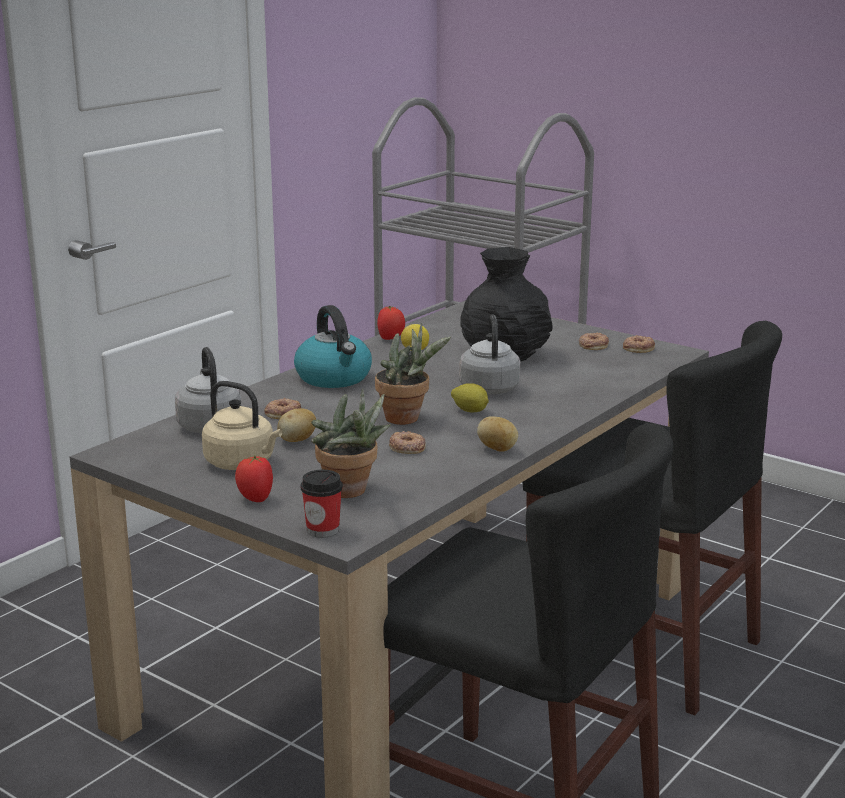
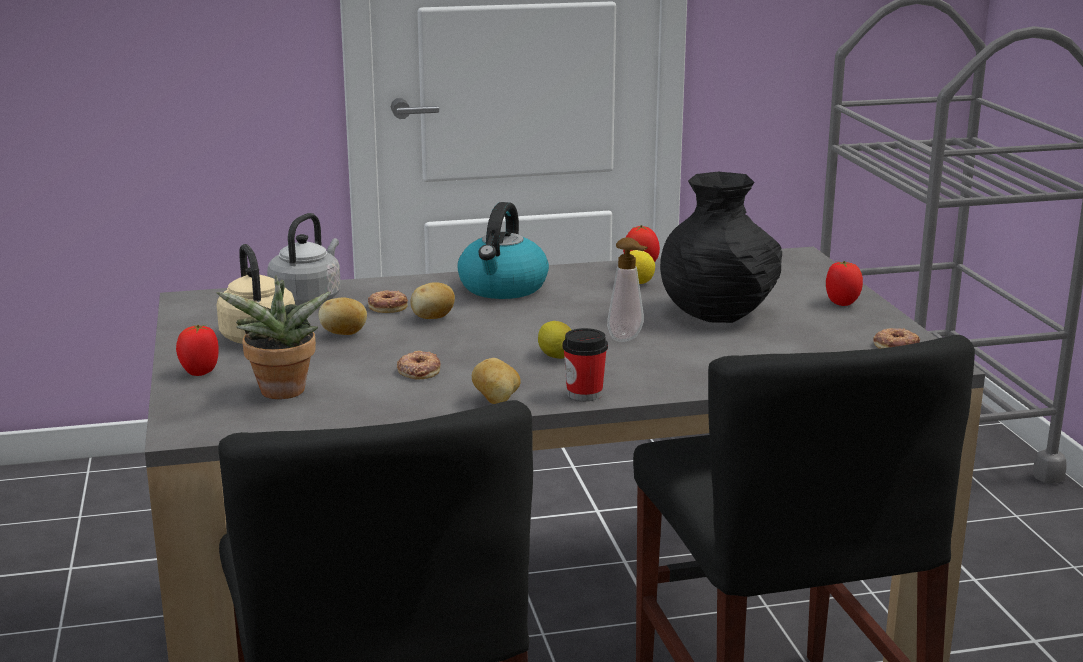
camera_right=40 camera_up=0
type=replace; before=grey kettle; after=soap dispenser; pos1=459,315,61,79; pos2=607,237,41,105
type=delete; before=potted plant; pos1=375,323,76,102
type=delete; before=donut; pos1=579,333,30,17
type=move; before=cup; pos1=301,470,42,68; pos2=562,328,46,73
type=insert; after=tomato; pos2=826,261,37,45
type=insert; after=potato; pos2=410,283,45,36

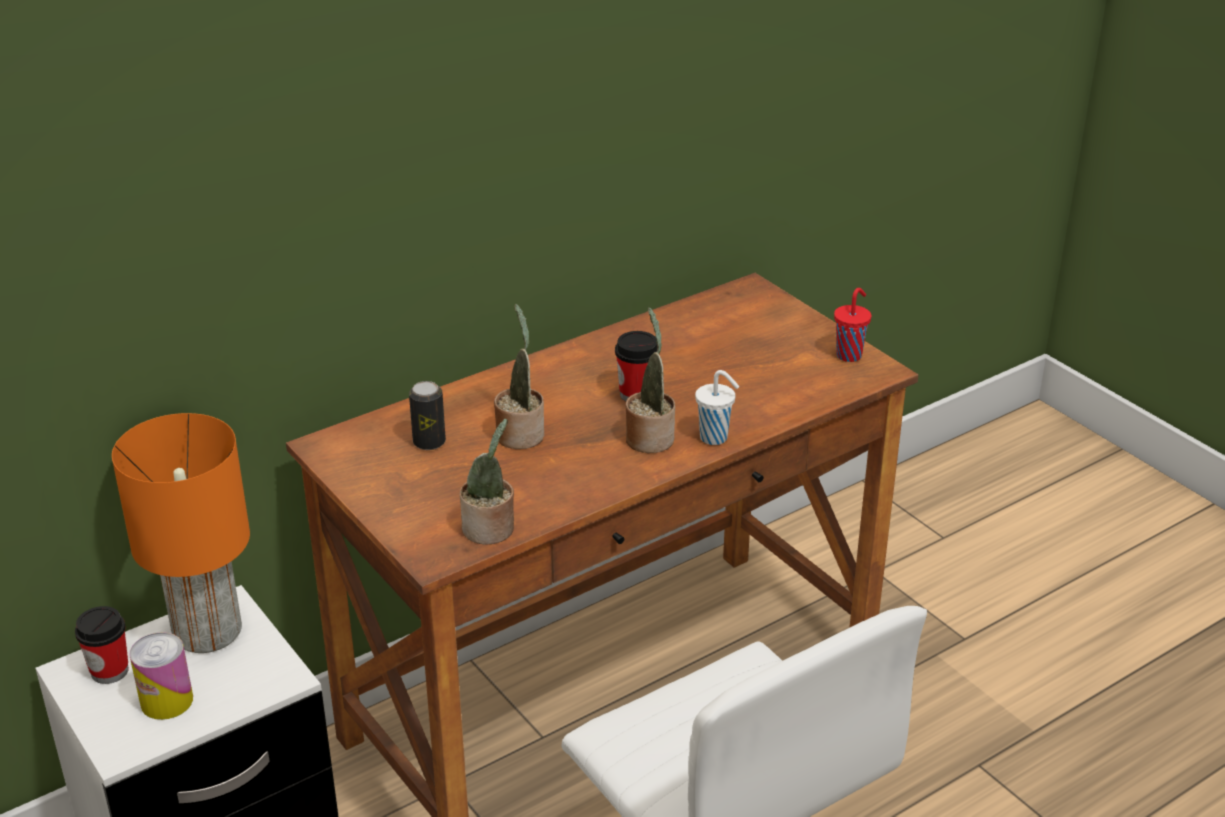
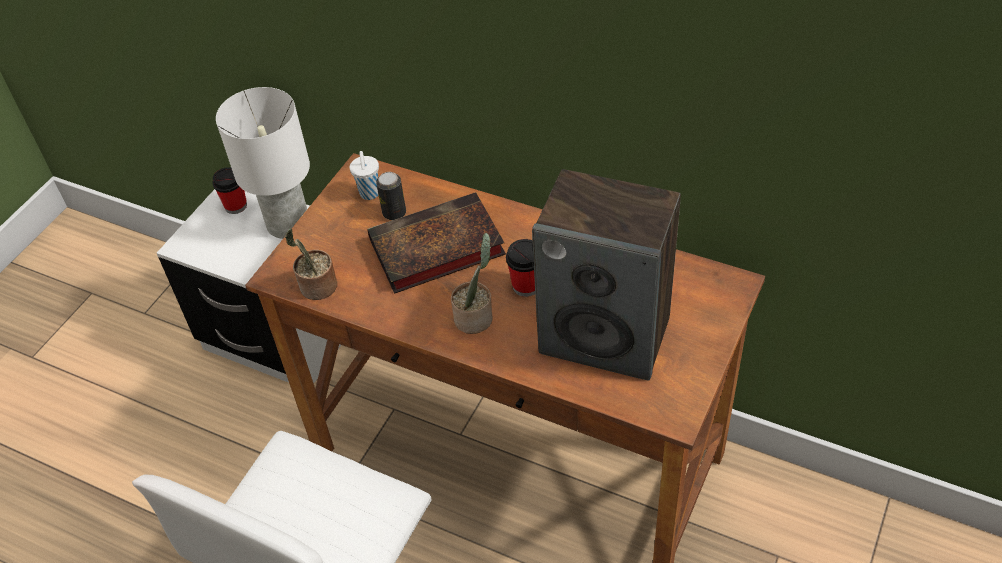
camera_right=65 camera_up=15
type=delete; before=red cup; pos1=834,288,37,74
type=replace; before=potted plant; after=book; pos1=494,304,50,145; pos2=367,192,139,102
type=move; before=white cup; pos1=695,370,44,75; pos2=350,151,29,49
type=recolor; before=orange table lamp; after=white table lamp; pos1=112,413,138,240; pos2=216,87,94,152
type=delete; before=can; pos1=129,632,64,88
type=insert; after=speaker; pos2=532,169,149,211

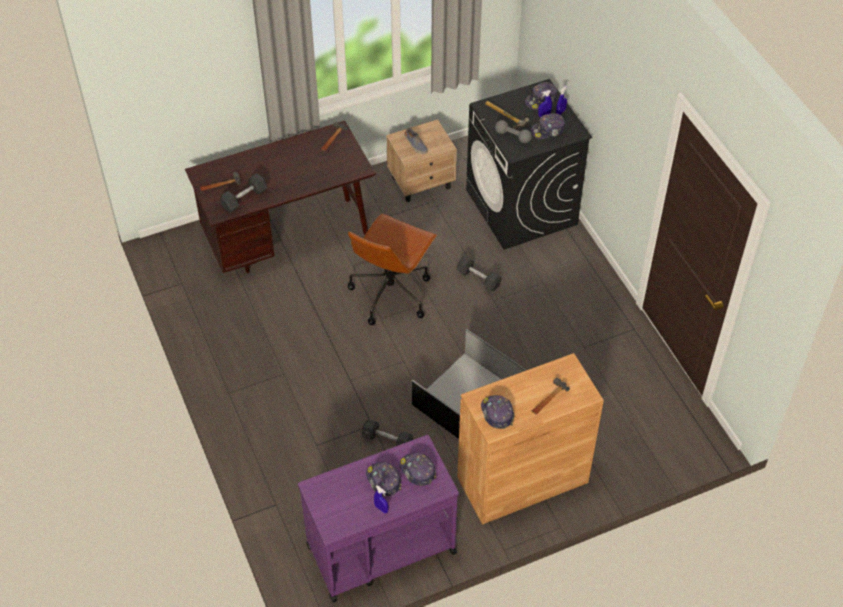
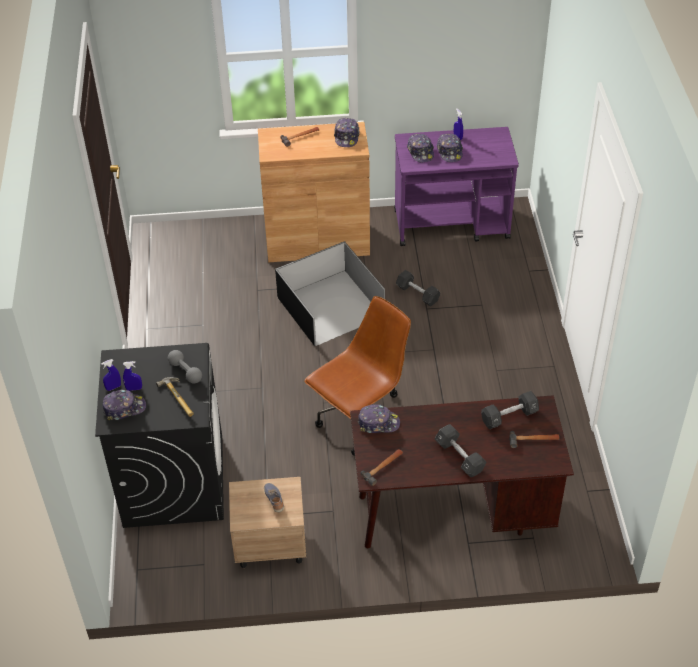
camera_right=-160 camera_up=-5
type=move; before=cap; pos1=531,113,34,26; pos2=358,404,42,29
type=move; before=black dumbbell; pos1=457,256,45,36; pos2=435,424,52,53

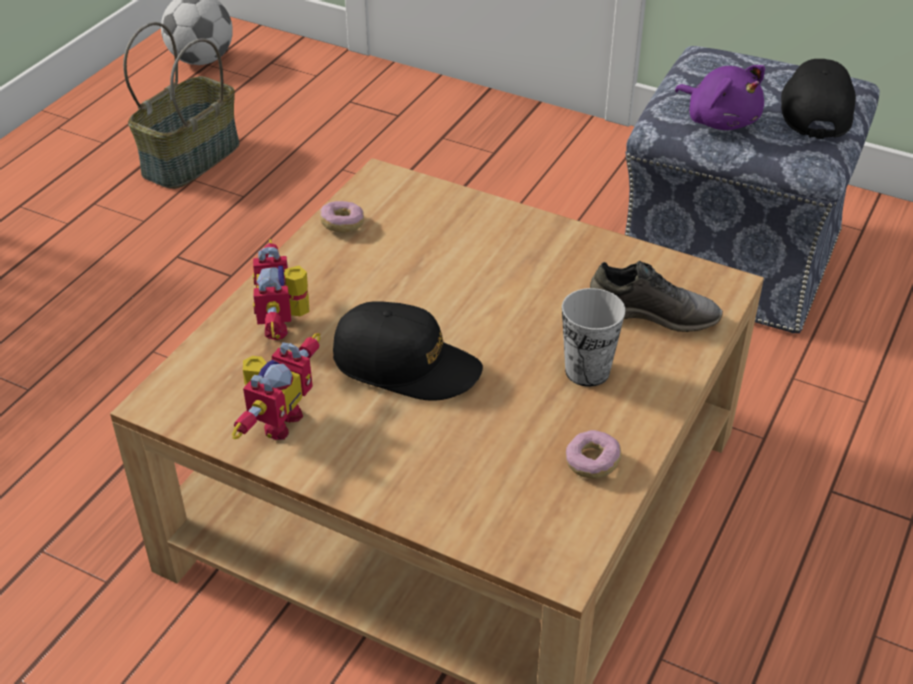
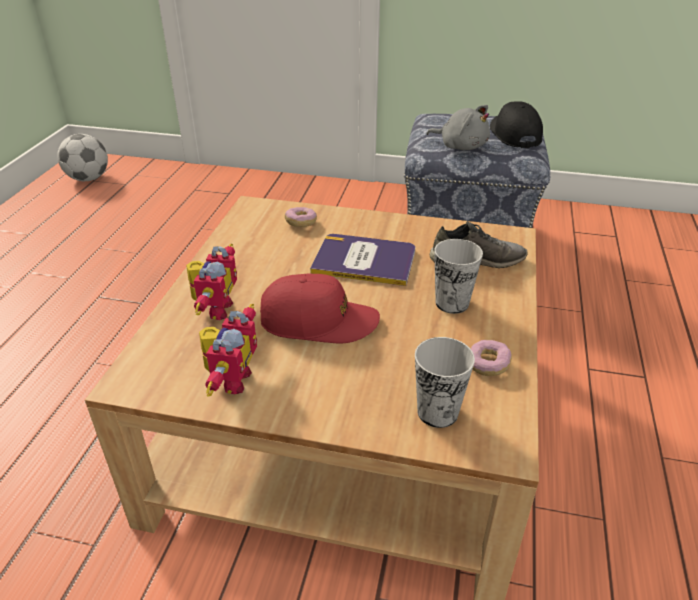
camera_right=-15 camera_up=-5
type=delete; before=basket; pos1=123,22,117,167
type=recolor; before=purple plush toy; after=grey plush toy; pos1=675,65,90,65; pos2=427,105,63,45
type=move; before=donut; pos1=320,201,44,32; pos2=285,207,32,20
type=rotate; before=toy robot; pos1=253,239,56,101; pos2=186,244,51,76; turn=-150
type=recolor; before=black cap; after=red cap; pos1=333,301,150,100; pos2=260,274,120,69
type=insert; after=book; pos2=310,234,105,52
type=insert; after=cup; pos2=415,337,60,91

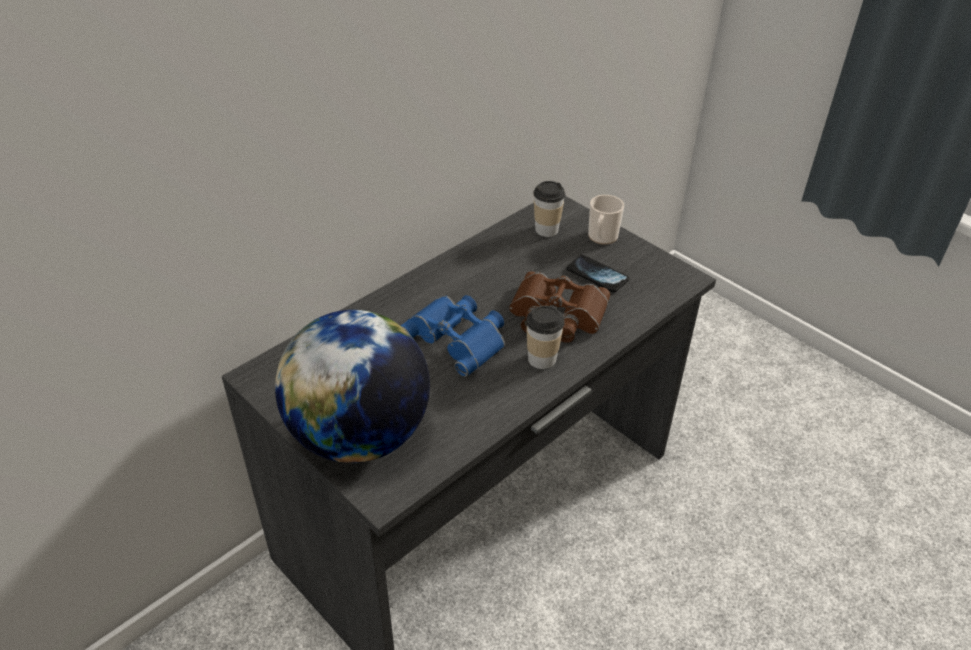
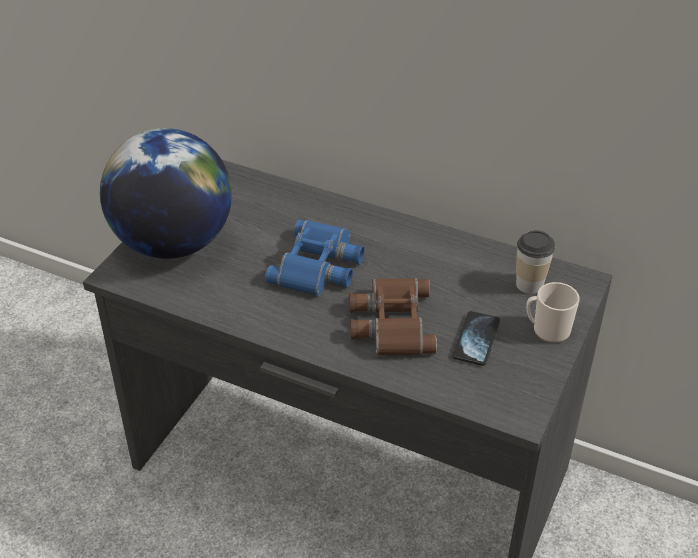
camera_right=70 camera_up=0
type=delete; before=cup; pos1=526,306,39,63

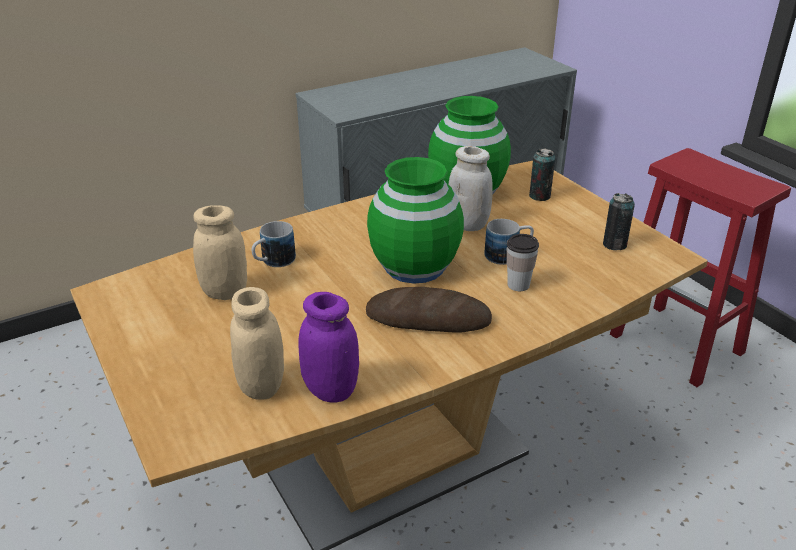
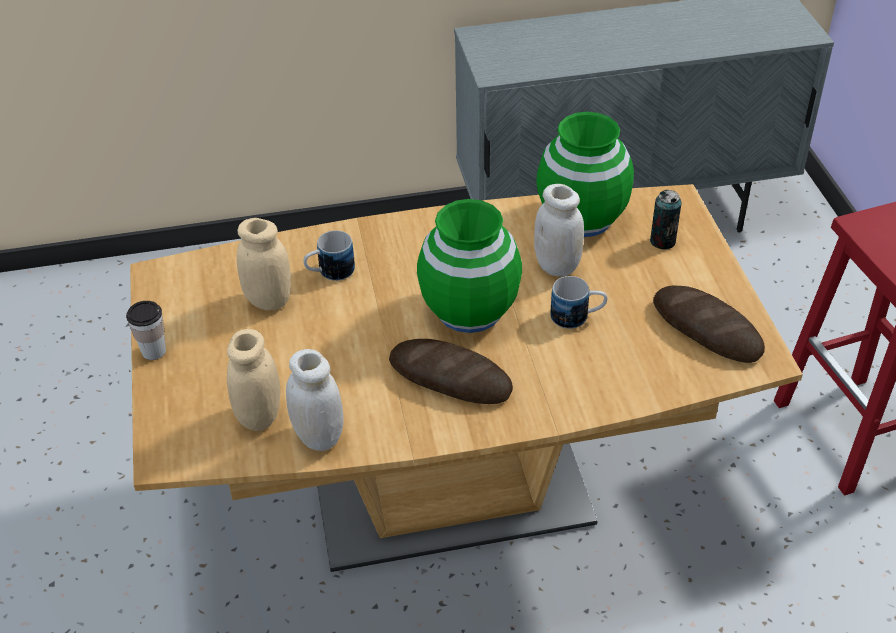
camera_right=20 camera_up=10
type=replace; before=can; after=bread; pos1=603,193,32,57; pos2=653,285,112,78
type=move; before=cup; pos1=506,234,33,57; pos2=126,301,40,59
type=recolor; before=purple jar; after=white jar; pos1=298,292,61,110; pos2=286,349,58,102

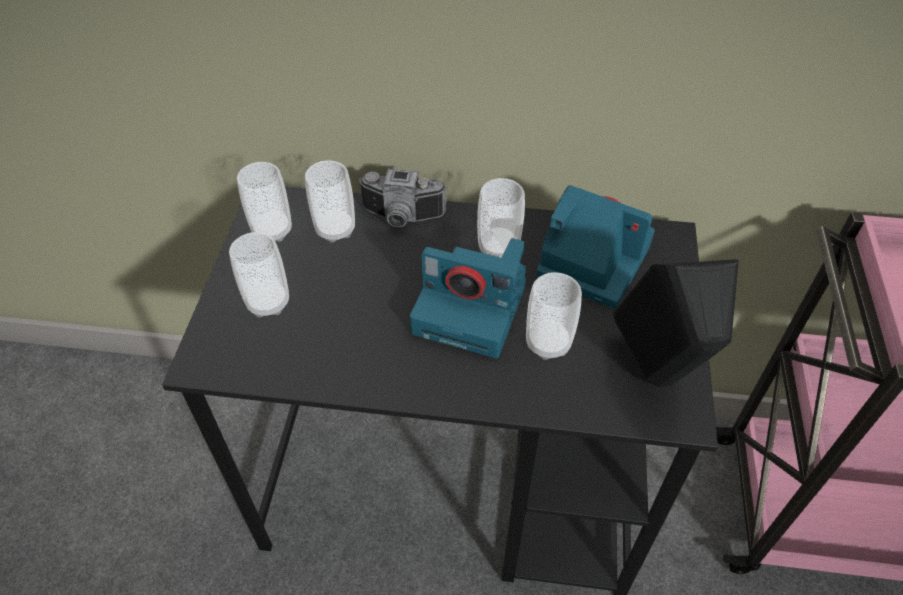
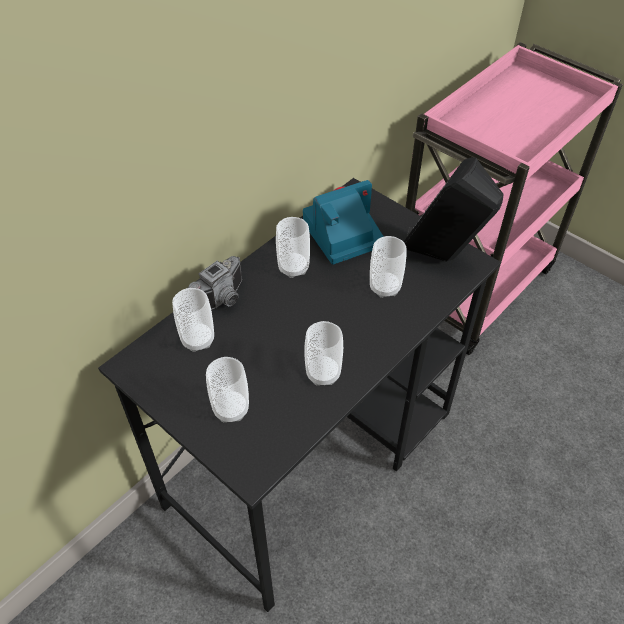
camera_right=-55 camera_up=0
type=move; before=cup; pos1=237,162,55,80; pos2=304,321,39,64
type=delete; before=photo camera; pos1=410,238,116,120

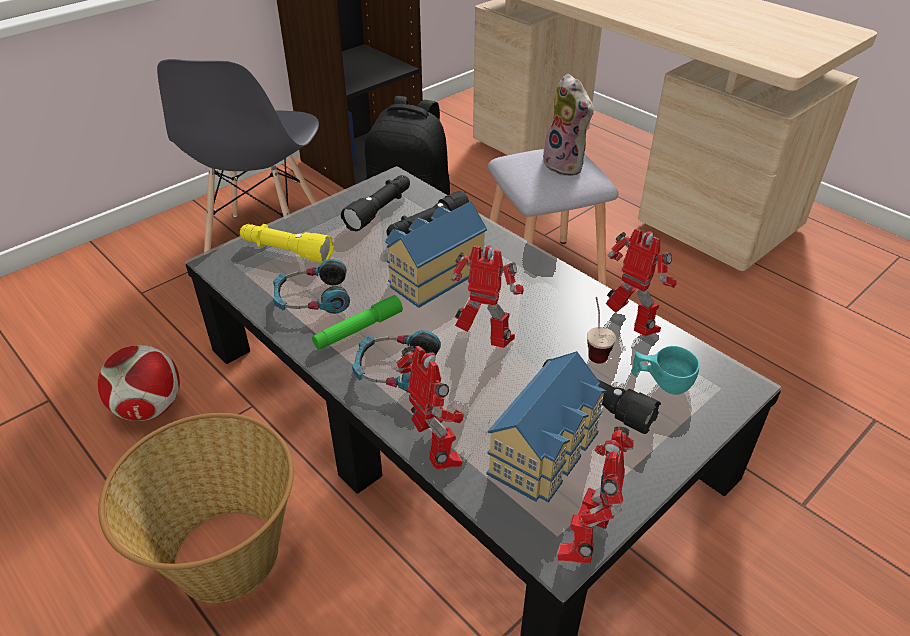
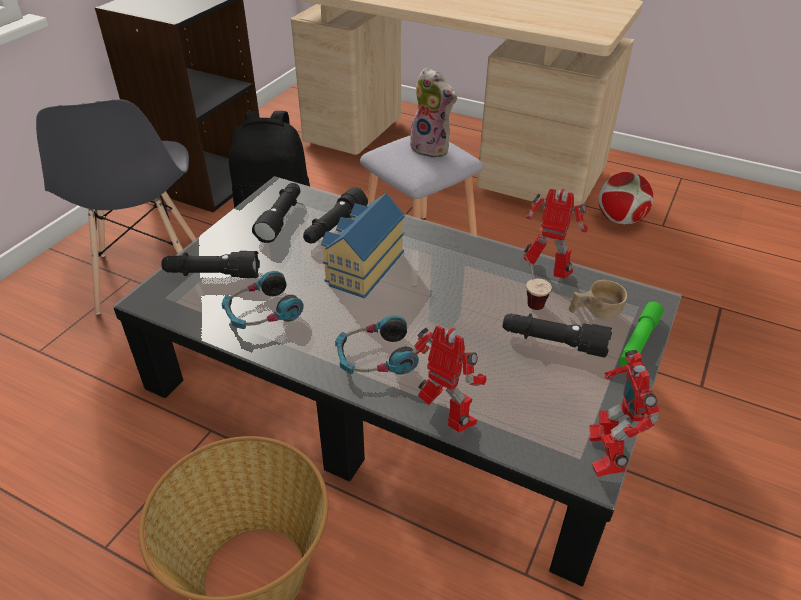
camera_right=-20 camera_up=0
type=recolor; before=yellow flashlight; after=black flashlight; pos1=240,224,94,39; pos2=161,251,99,27
type=delete; before=toy robot; pos1=450,245,74,103
type=move; before=green flashlight; pos1=312,295,91,55; pos2=619,302,45,64
type=move; before=football; pos1=98,345,82,76; pos2=598,172,55,53
type=recolor; before=turquoise cup; after=beige cup; pos1=631,346,68,49; pos2=569,280,58,40
type=delete; before=toy house; pos1=487,351,120,152

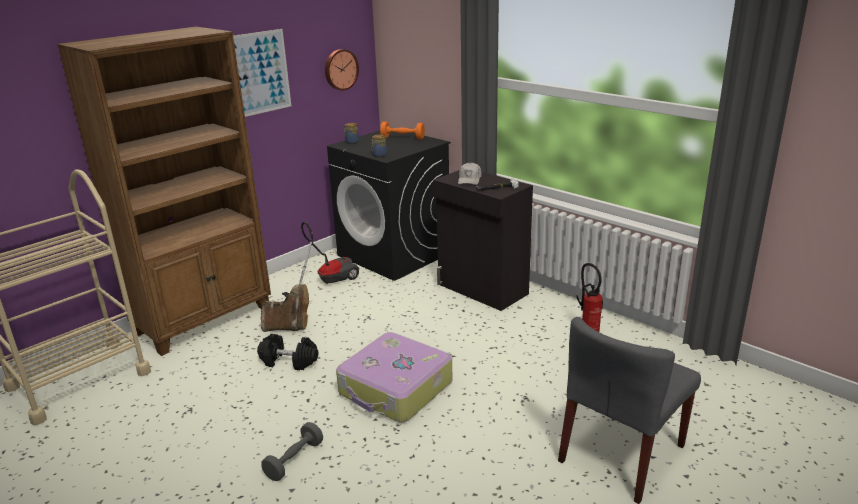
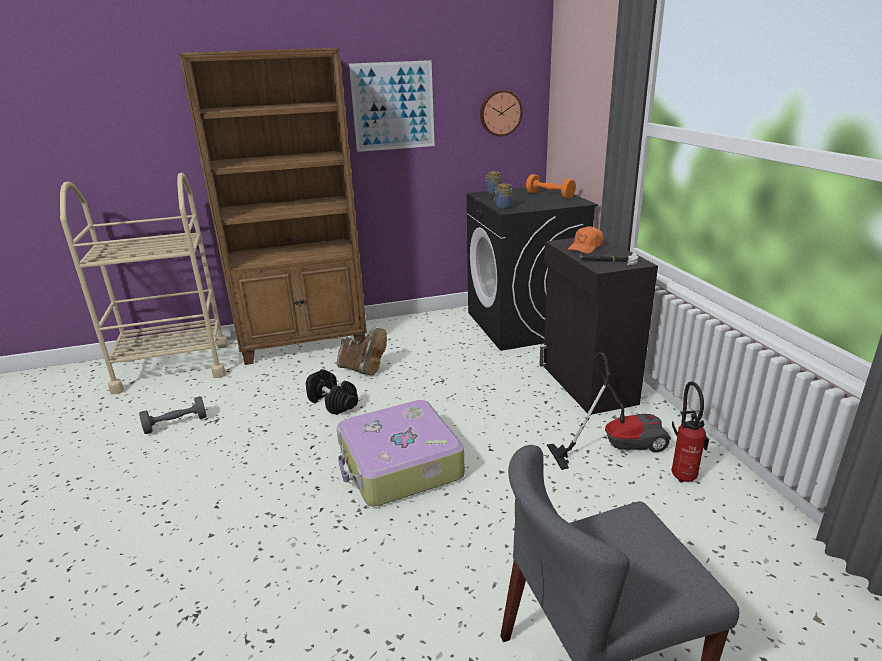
camera_right=30 camera_up=0
type=recolor; before=white cap; after=orange cap; pos1=458,162,24,23; pos2=567,226,37,28
type=move; before=vacuum cleaner; pos1=282,222,77,75; pos2=547,352,124,118
type=move; before=grey dumbbell; pos1=261,422,62,59; pos2=139,396,68,38

